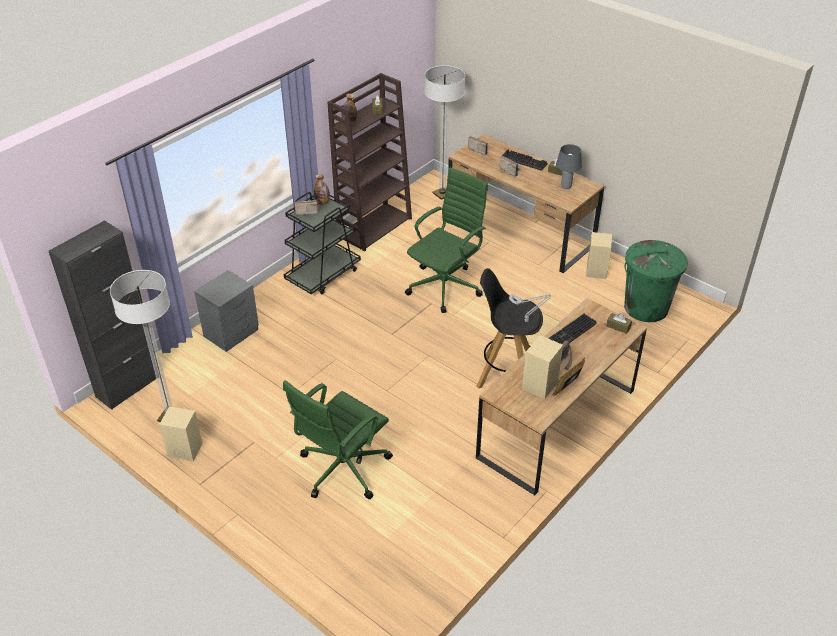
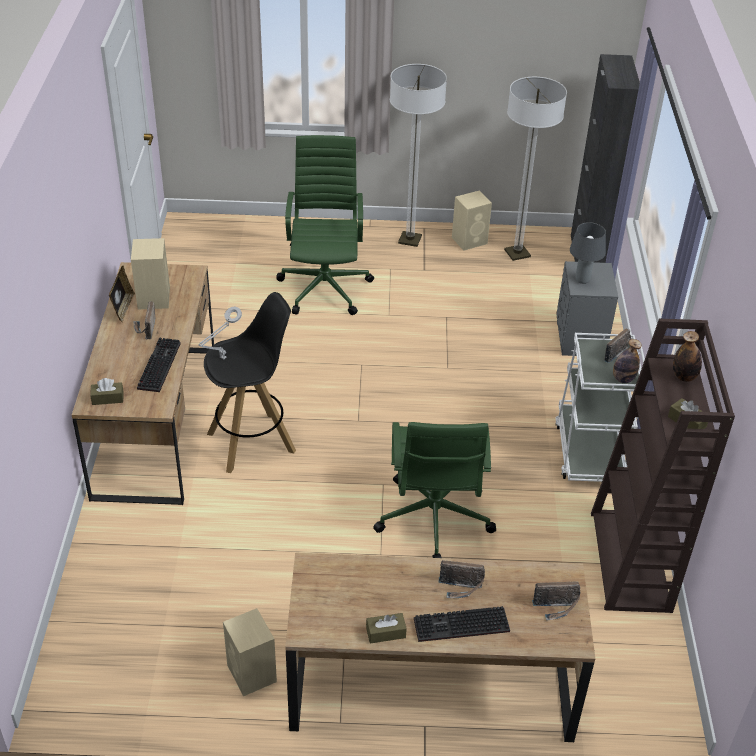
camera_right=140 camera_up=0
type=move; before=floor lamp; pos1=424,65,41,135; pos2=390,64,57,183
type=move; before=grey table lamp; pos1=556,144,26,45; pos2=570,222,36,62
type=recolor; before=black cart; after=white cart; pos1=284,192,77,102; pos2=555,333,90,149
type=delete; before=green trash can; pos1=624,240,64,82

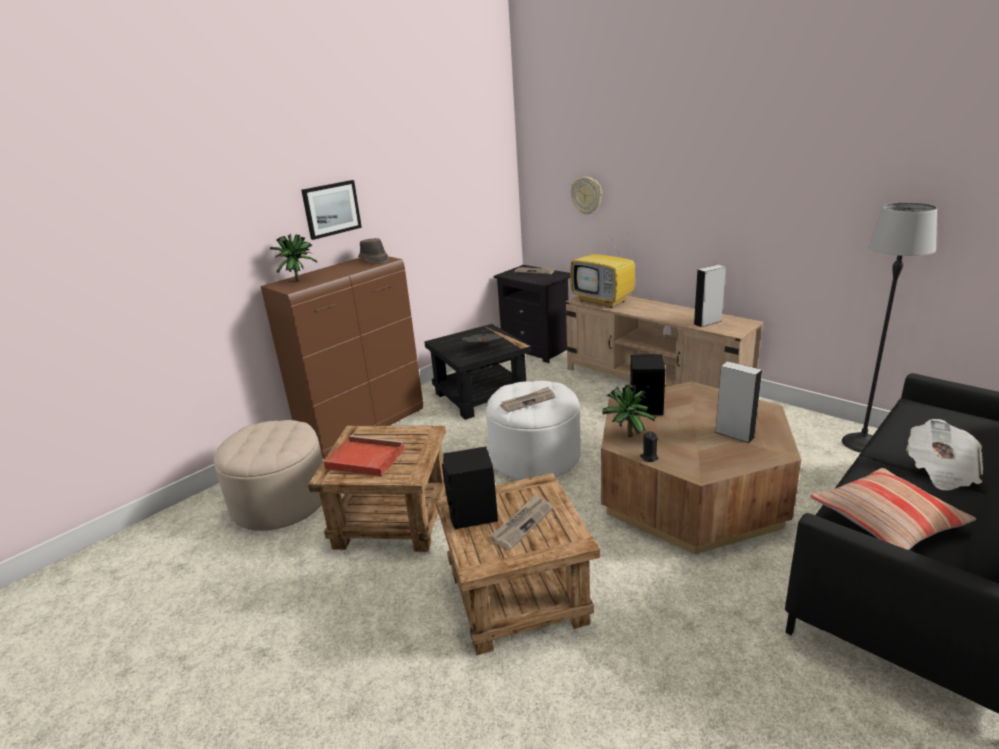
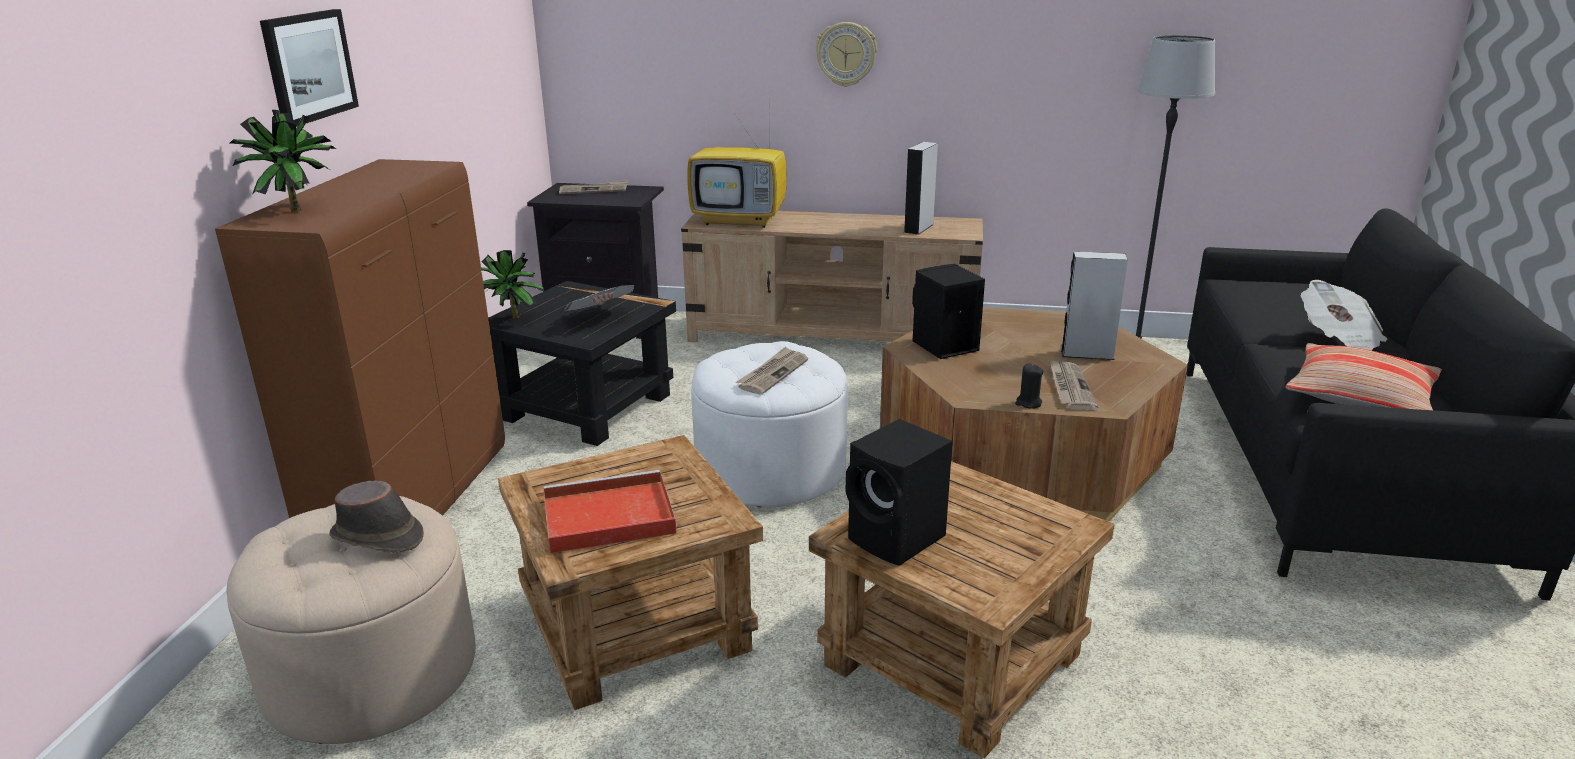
camera_right=-35 camera_up=0
type=move; before=wall clock; pos1=571,177,31,38; pos2=815,22,62,65
type=move; before=brown hat; pos1=358,238,31,26; pos2=329,481,95,71
type=move; before=potted plant; pos1=602,385,53,52; pos2=481,250,64,70
type=move; before=newspaper; pos1=490,494,63,56; pos2=1049,359,49,51

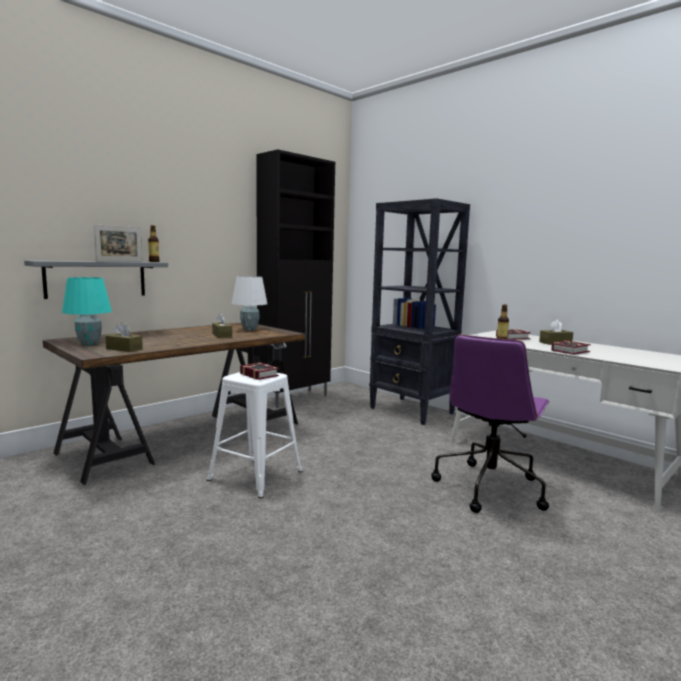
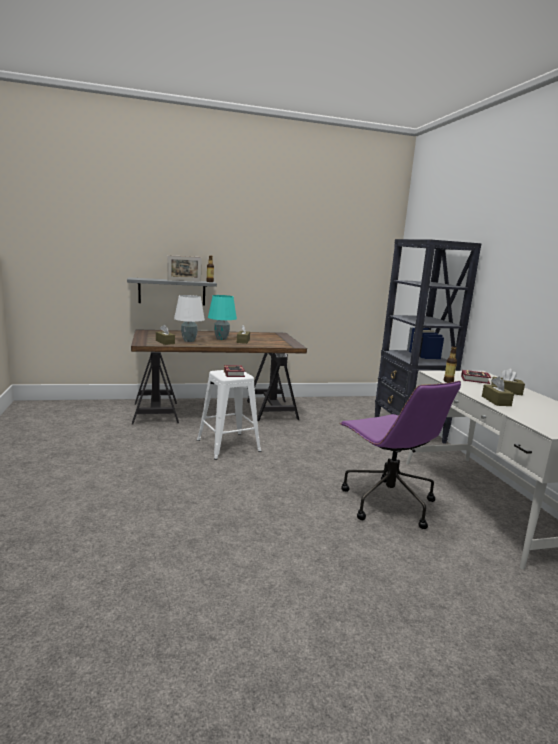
camera_right=30 camera_up=5
type=delete; before=black cabinet; pos1=256,149,79,259
type=move; before=white table lamp; pos1=232,276,35,55; pos2=174,295,31,47
type=move; before=turquoise table lamp; pos1=62,277,50,68; pos2=208,295,29,45
type=rotate; before=purple office chair; pos1=431,334,119,179; pos2=340,381,121,148; turn=-90
type=replace; before=book; after=brown tissue box; pos1=551,341,40,14; pos2=482,377,32,29

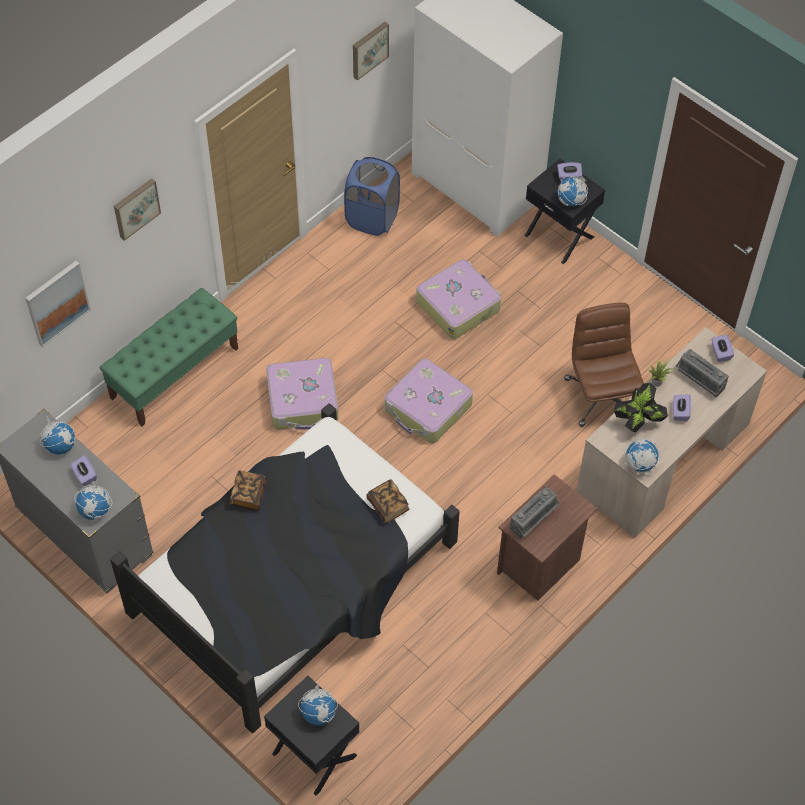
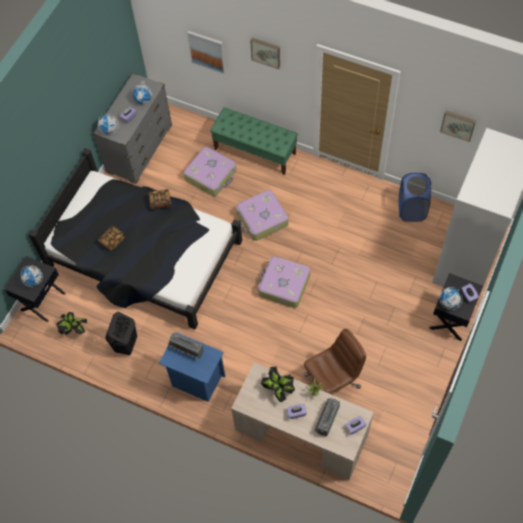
camera_right=75 camera_up=5
type=move; before=suitcase; pos1=416,260,85,79; pos2=184,147,52,49
type=delete; before=globe; pos1=624,438,37,36
type=recolor; before=brown nightstand; after=blue nightstand; pos1=497,474,101,127; pos2=159,332,66,70
type=move; before=book; pos1=366,479,43,45; pos2=98,225,27,26
type=insert; after=potted plant; pos2=56,312,31,23
type=insert; after=black laundry basket; pos2=105,312,32,44

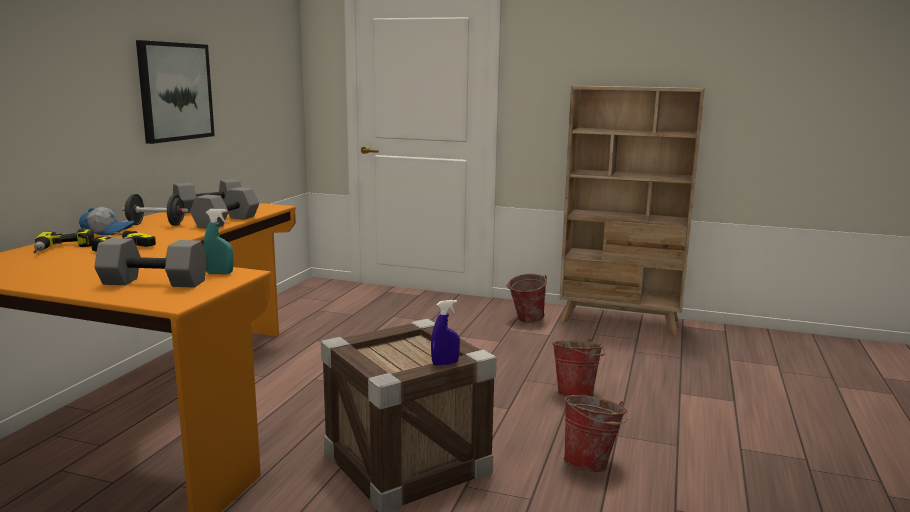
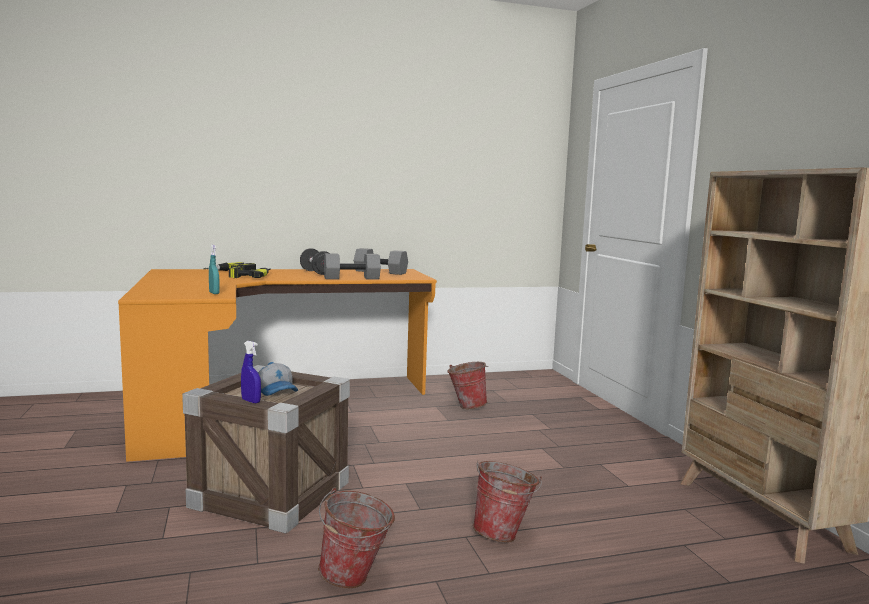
camera_right=55 camera_up=-5
type=delete; before=picture; pos1=136,40,79,104
type=move; before=cap; pos1=79,207,56,28; pos2=258,362,40,34
type=delete; before=grey dumbbell; pos1=94,238,113,50
type=move; before=bucket; pos1=506,274,41,49; pos2=447,362,41,47

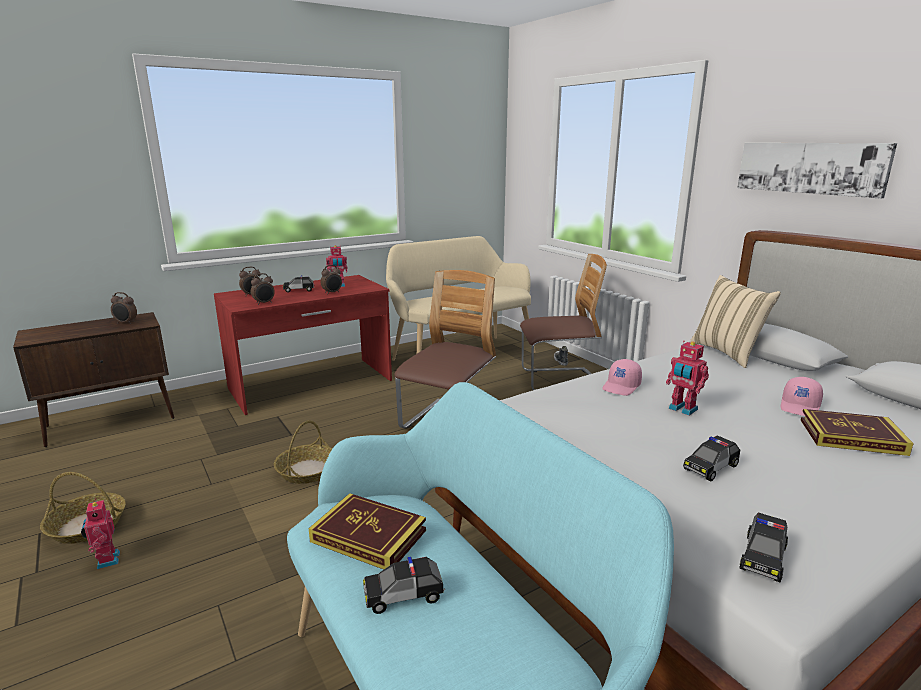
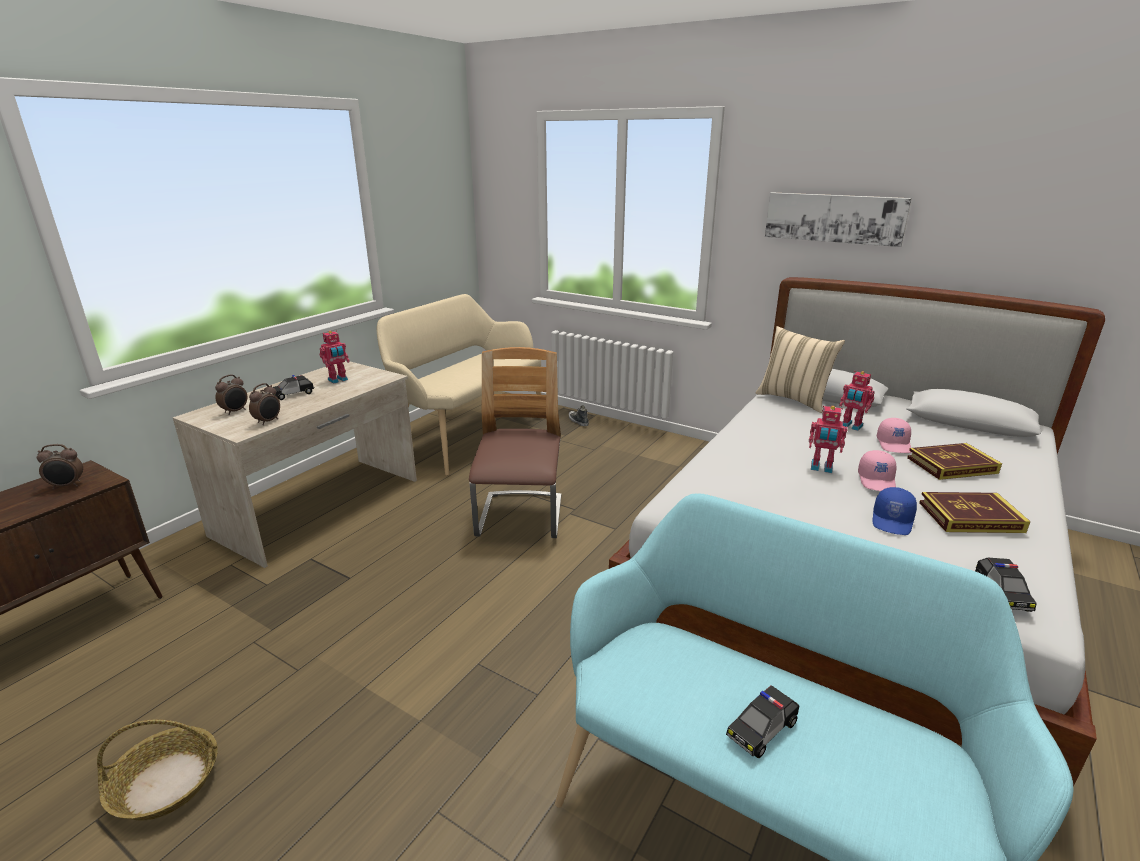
camera_right=-25 camera_up=5
type=delete; before=chair; pos1=520,254,87,136
type=delete; before=alarm clock; pos1=321,265,21,28
type=recolor; before=red desk; after=beige desk; pos1=214,275,178,140; pos2=173,360,244,208
type=move; before=pink cap; pos1=602,359,40,37; pos2=858,450,38,41
type=delete; before=basket; pos1=274,420,59,64
type=replace; before=toy car; after=blue cap; pos1=683,435,57,46; pos2=872,487,45,48
type=move; before=book; pos1=308,493,118,77; pos2=919,492,112,41
type=move; before=toy robot; pos1=81,499,39,70; pos2=839,371,36,60

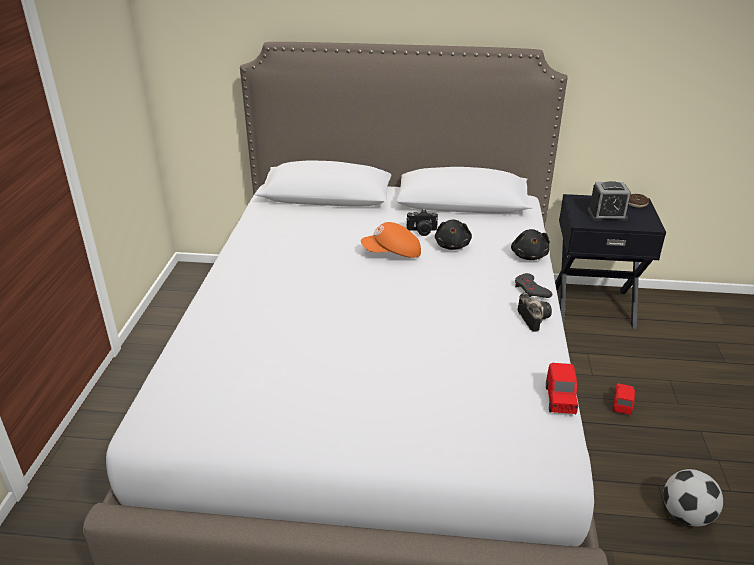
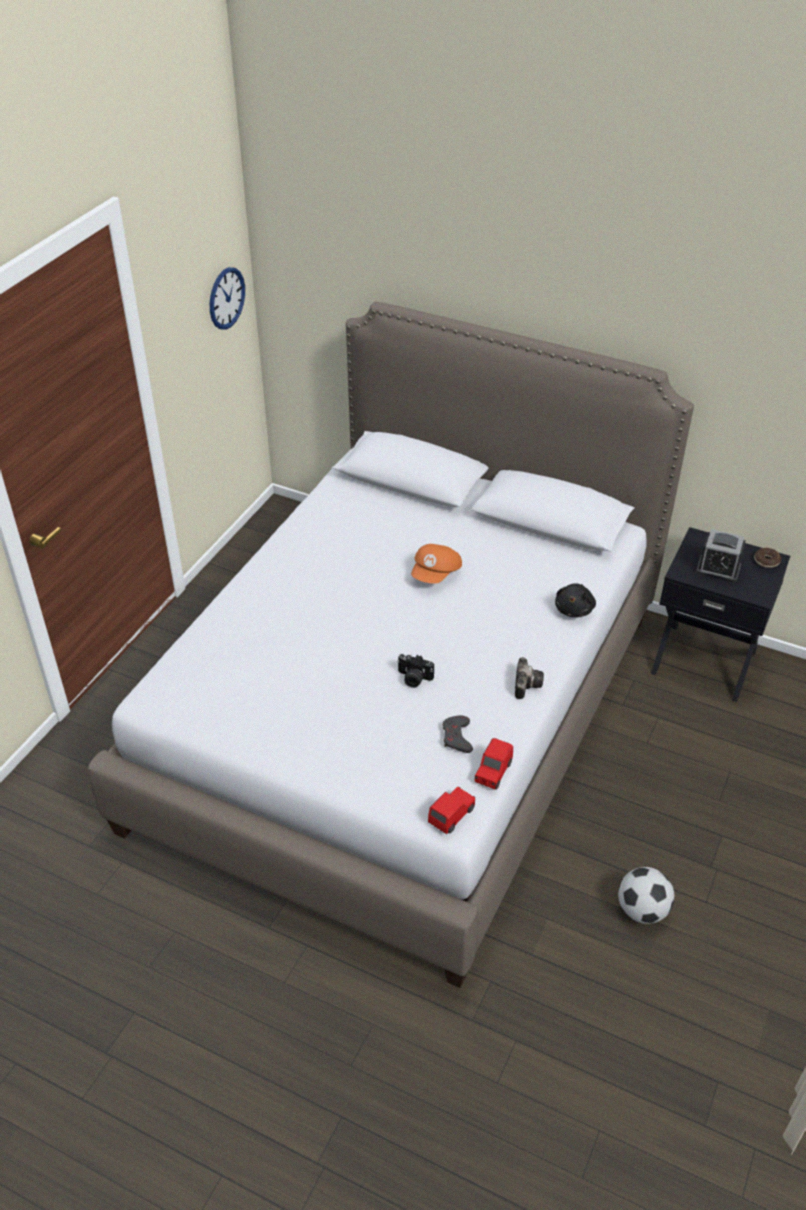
camera_right=20 camera_up=10
type=move; before=photo camera; pos1=406,210,32,26; pos2=397,654,37,34
type=delete; before=black plush toy; pos1=435,219,37,31
type=rotate; before=orange cap; pos1=361,222,60,36; pos2=411,544,51,40; turn=-75
type=move; before=grey game controller; pos1=515,273,37,25; pos2=443,715,30,38
type=move; before=red toy car; pos1=612,383,23,32; pos2=428,787,47,47
type=insert; after=wall clock; pos2=210,267,35,63

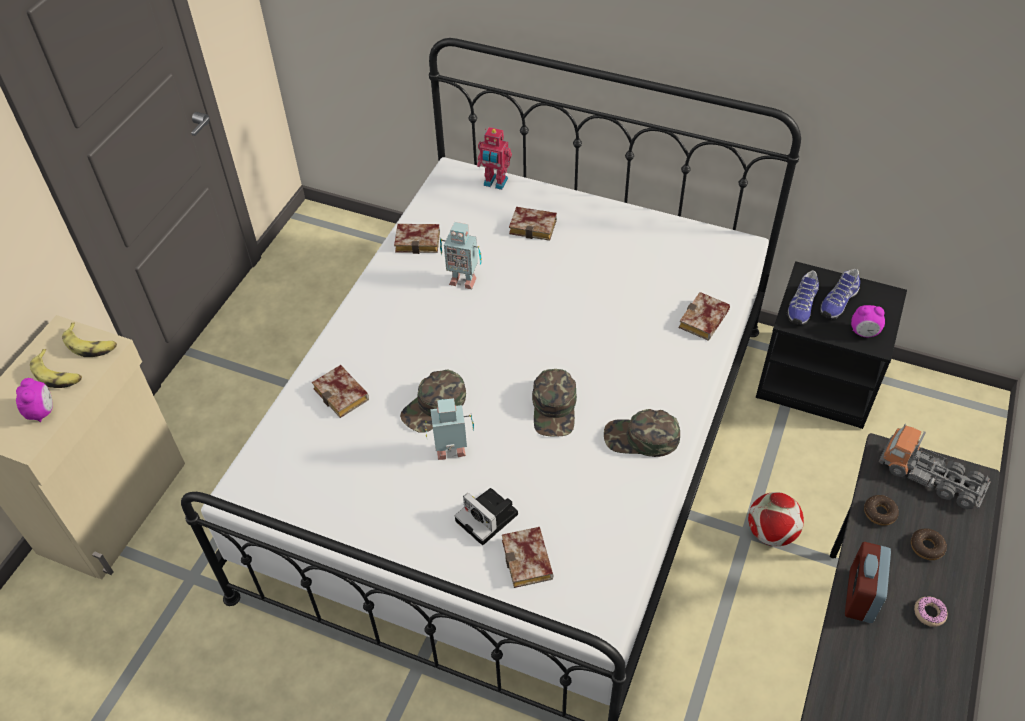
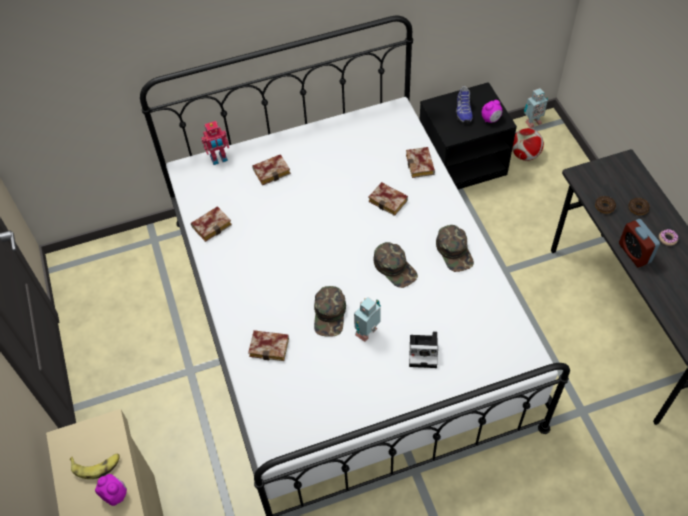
camera_right=-40 camera_up=5
type=move; before=toy robot; pos1=440,222,42,67; pos2=524,88,24,40
type=delete; before=shoe; pos1=787,270,32,55
type=delete; before=banana; pos1=62,322,55,35
type=rotate; before=green cap; pos1=604,409,76,48; pos2=436,225,38,47; turn=-75
type=delete; before=toy truck; pos1=879,423,111,86
type=move; before=football; pos1=748,492,56,54; pos2=512,128,32,33
type=move; before=book; pos1=502,527,51,61; pos2=368,182,40,34

